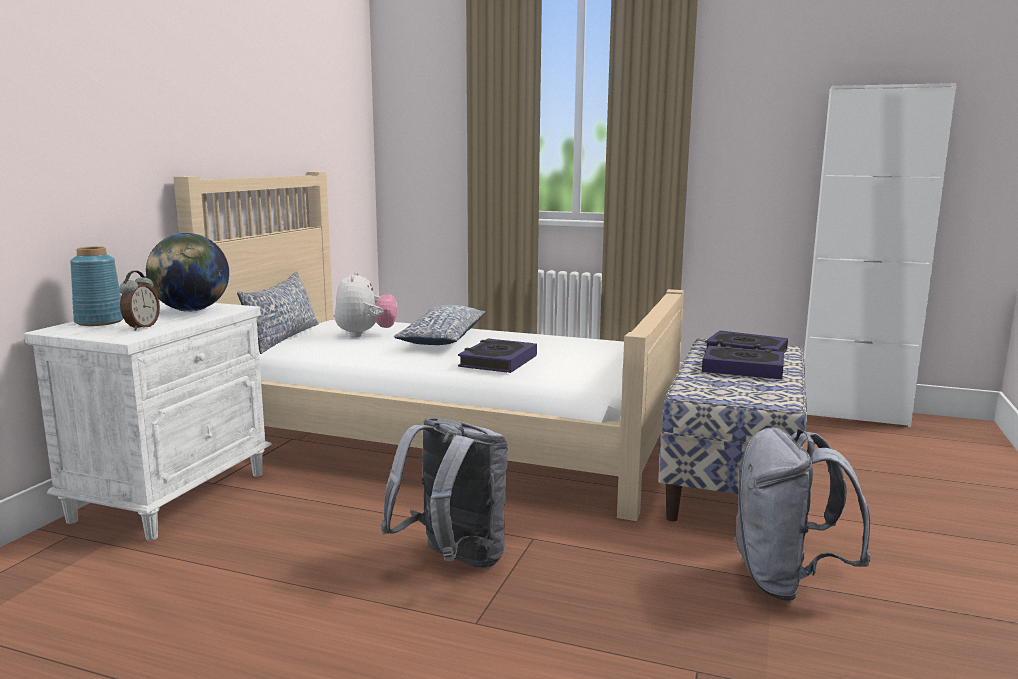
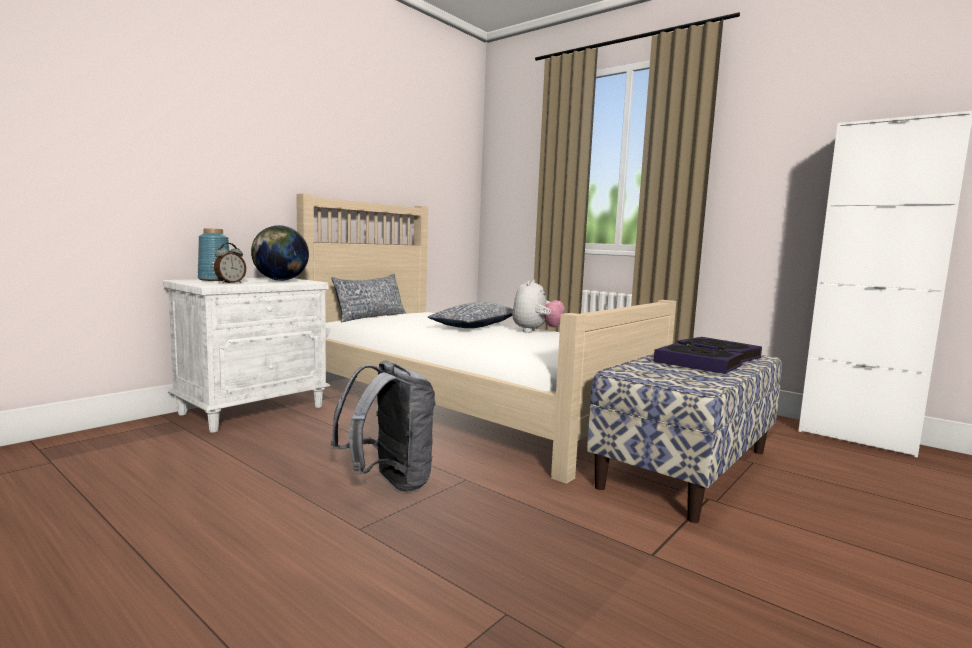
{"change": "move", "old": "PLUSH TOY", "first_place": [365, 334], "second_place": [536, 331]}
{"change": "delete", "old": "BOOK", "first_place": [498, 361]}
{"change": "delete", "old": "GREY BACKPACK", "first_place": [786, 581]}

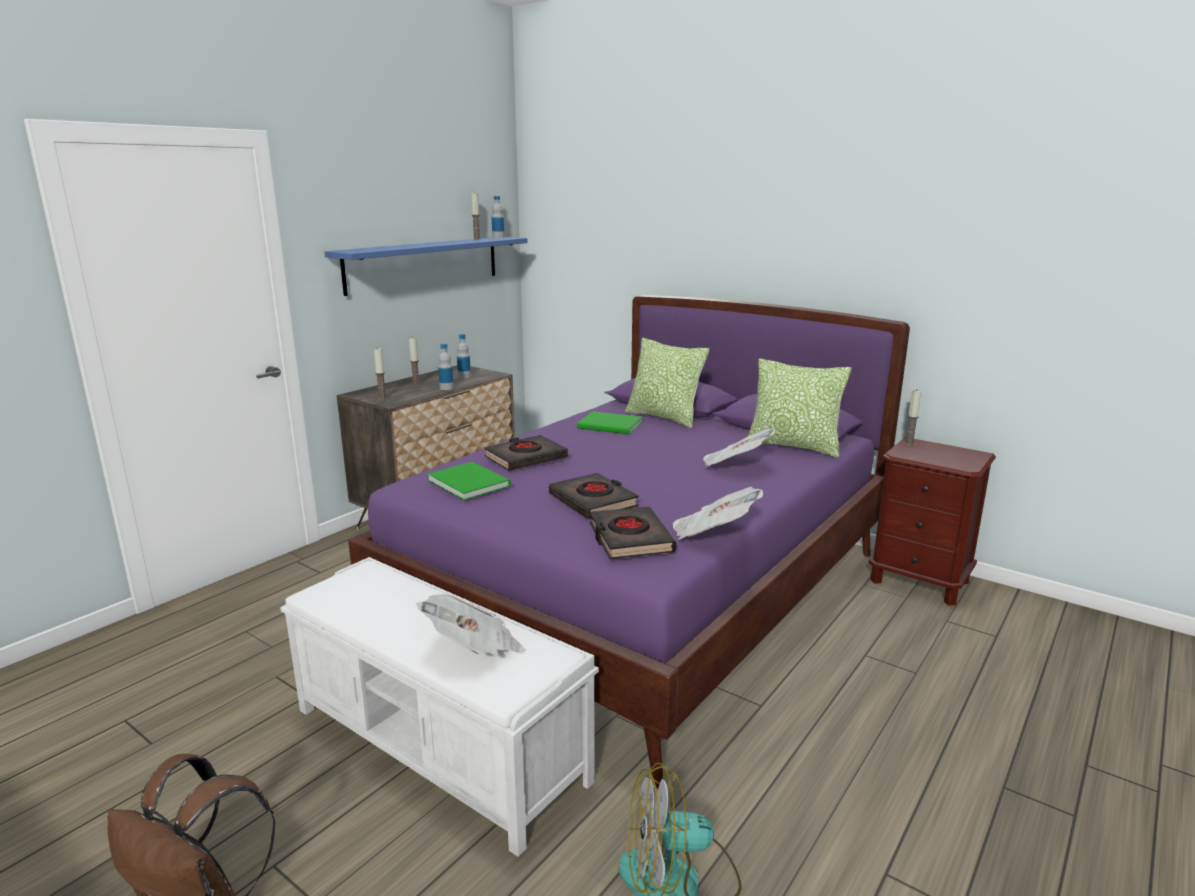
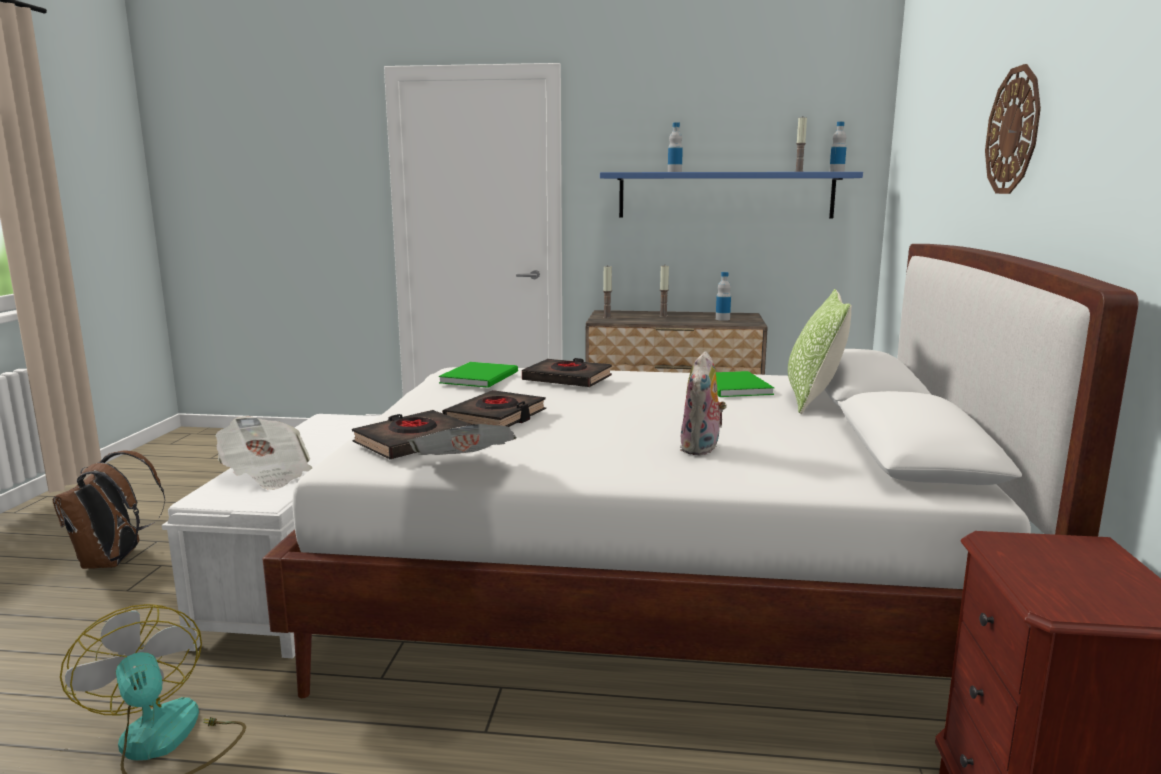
{"change": "recolor", "old": "PURPLE BED", "new": "WHITE BED", "first_place": [646, 592], "second_place": [655, 595]}
{"change": "move", "old": "BOTTLE", "first_place": [446, 388], "second_place": [674, 172]}
{"change": "delete", "old": "PILLOW", "first_place": [793, 446]}
{"change": "delete", "old": "CANDLE", "first_place": [909, 444]}
{"change": "replace", "old": "NEWSPAPER", "new": "PLUSH TOY", "first_place": [735, 465], "second_place": [702, 449]}
{"change": "insert", "new": "WALL CLOCK", "second_place": [1013, 131]}

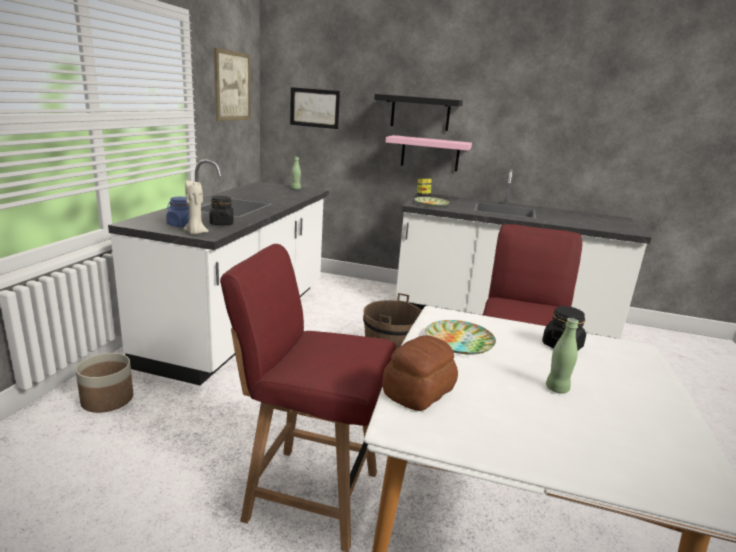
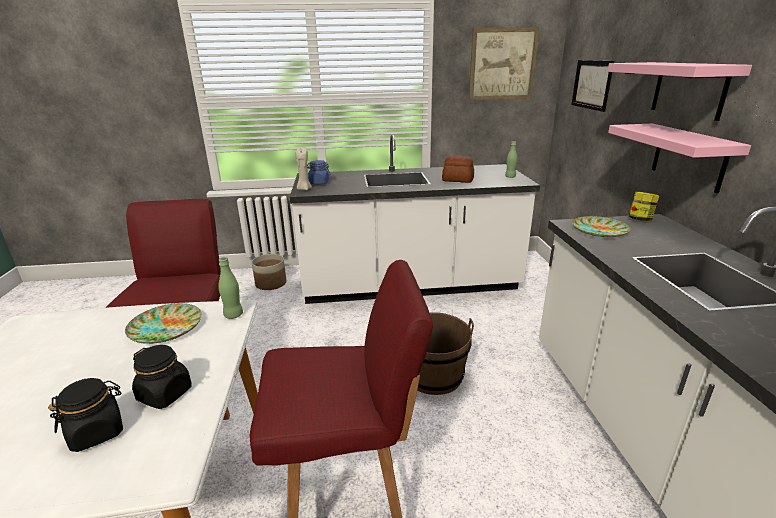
{"change": "recolor", "old": "BLACK SHELF", "new": "PINK SHELF", "first_place": [420, 113], "second_place": [689, 89]}
{"change": "move", "old": "BLACK JAR", "first_place": [221, 223], "second_place": [97, 432]}
{"change": "move", "old": "GREEN BOTTLE", "first_place": [557, 389], "second_place": [233, 315]}
{"change": "move", "old": "BREAD", "first_place": [420, 391], "second_place": [458, 180]}

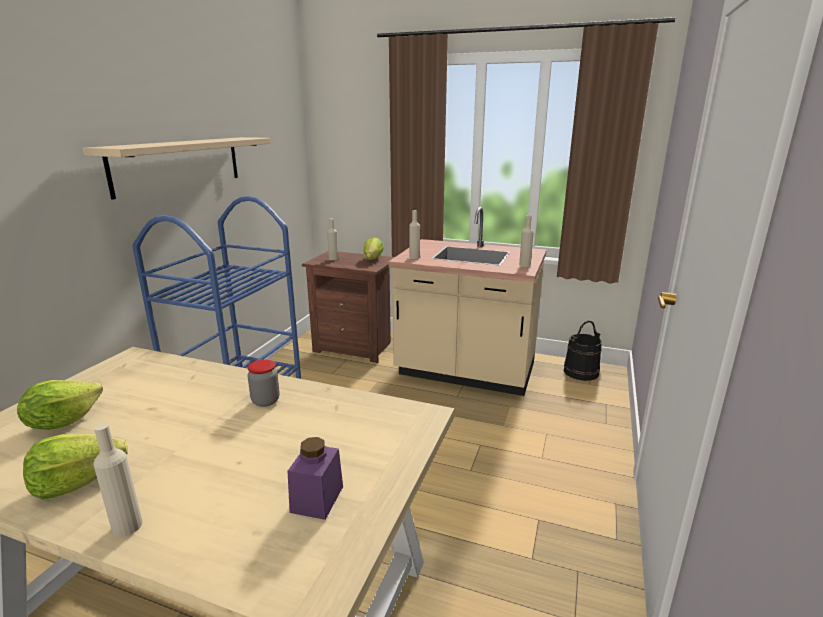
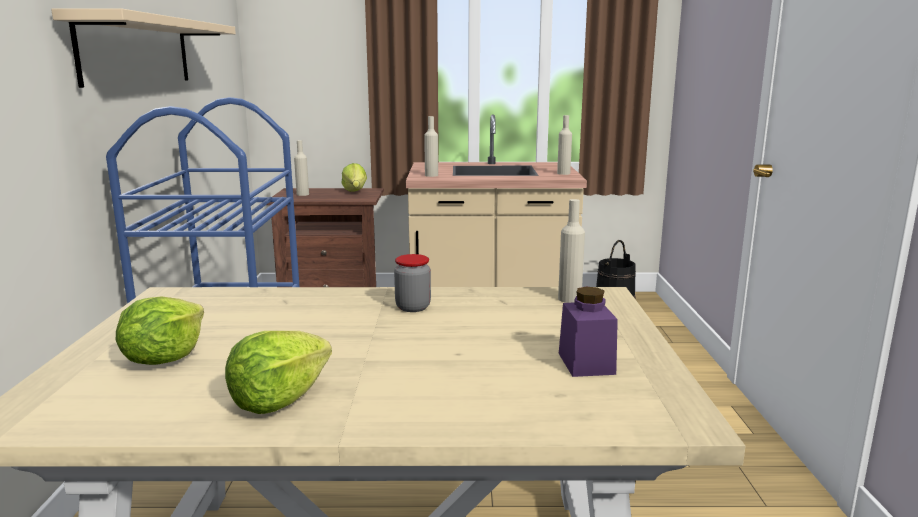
{"change": "move", "old": "BEIGE BOTTLE", "first_place": [127, 526], "second_place": [569, 299]}

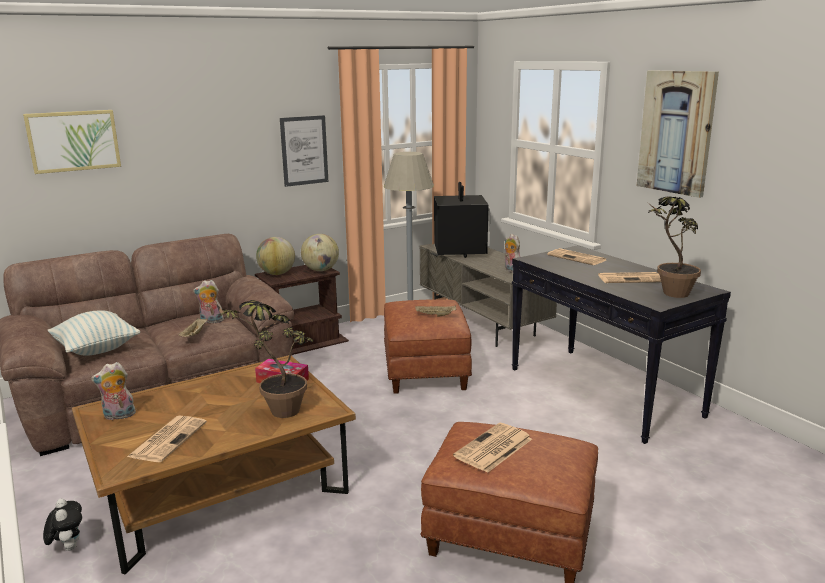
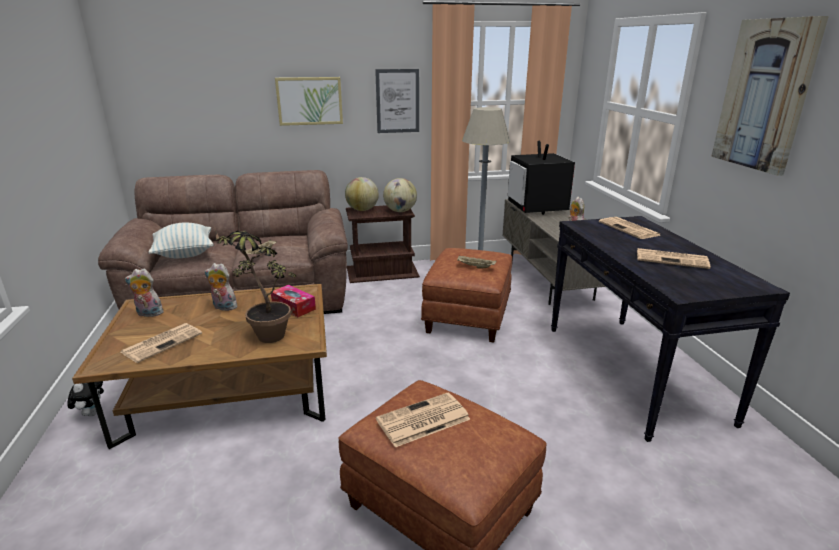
{"change": "move", "old": "PICTURE", "first_place": [73, 141], "second_place": [309, 101]}
{"change": "rotate", "old": "TELEVISION", "first_place": [459, 251], "second_place": [537, 209], "degrees": 150}
{"change": "delete", "old": "POTTED PLANT", "first_place": [669, 295]}
{"change": "move", "old": "PLUSH TOY", "first_place": [211, 321], "second_place": [223, 307]}

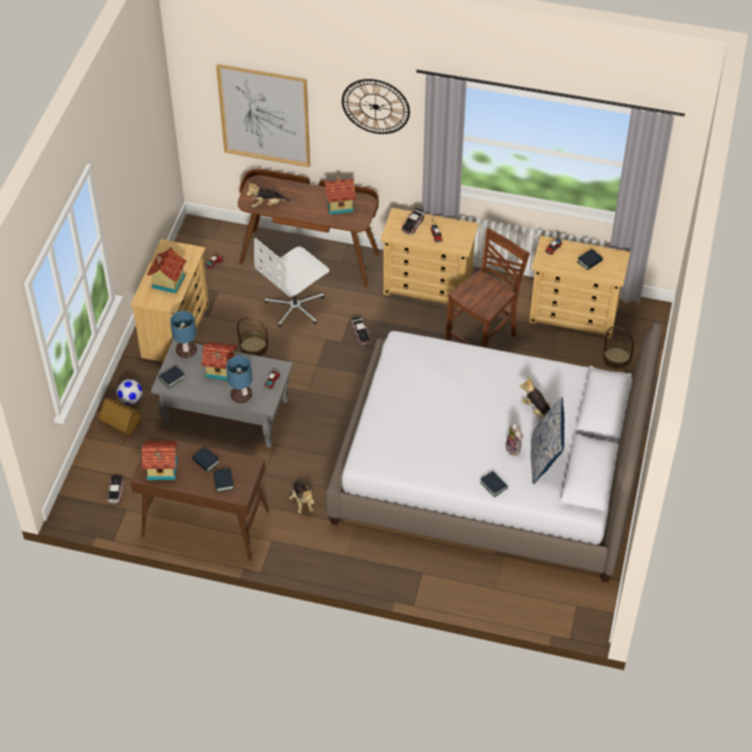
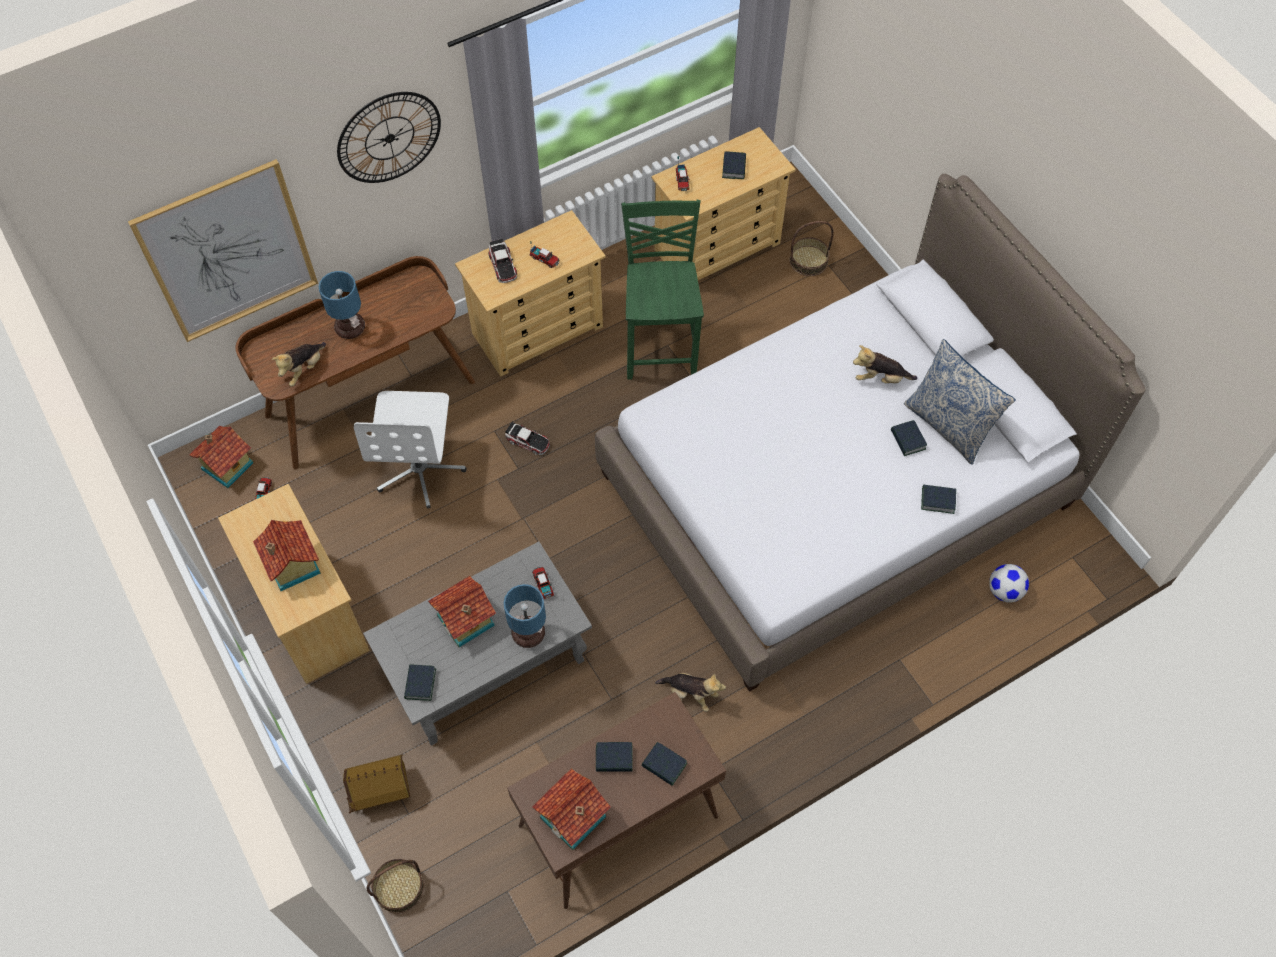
{"change": "move", "old": "TOY HOUSE", "first_place": [339, 204], "second_place": [226, 465]}
{"change": "recolor", "old": "BROWN CHAIR", "new": "GREEN CHAIR", "first_place": [483, 339], "second_place": [661, 344]}
{"change": "move", "old": "TABLE LAMP", "first_place": [186, 350], "second_place": [349, 327]}
{"change": "move", "old": "BASKET", "first_place": [253, 347], "second_place": [399, 887]}
{"change": "move", "old": "FOOTBALL", "first_place": [131, 399], "second_place": [1004, 591]}
{"change": "replace", "old": "PLUSH TOY", "new": "BOOK", "first_place": [514, 449], "second_place": [907, 440]}
{"change": "delete", "old": "TOY CAR", "first_place": [115, 491]}

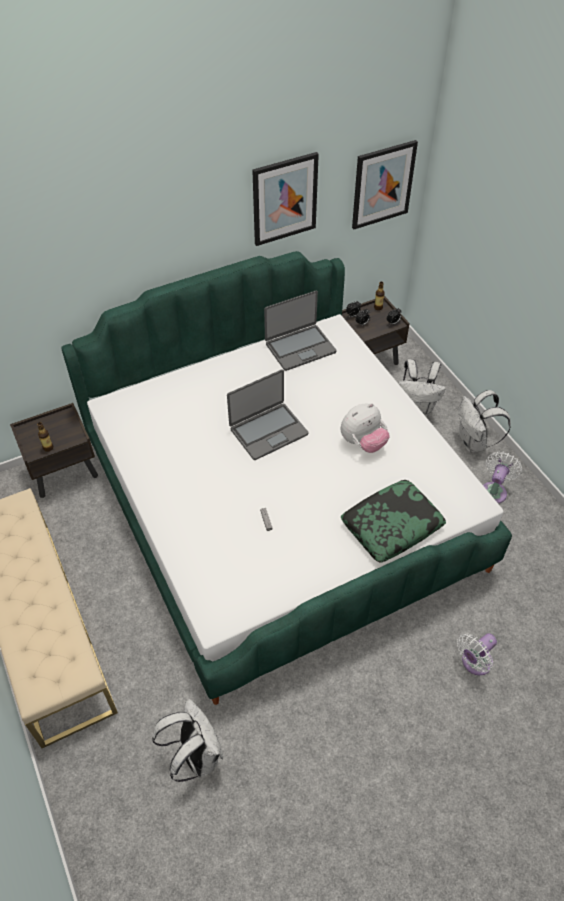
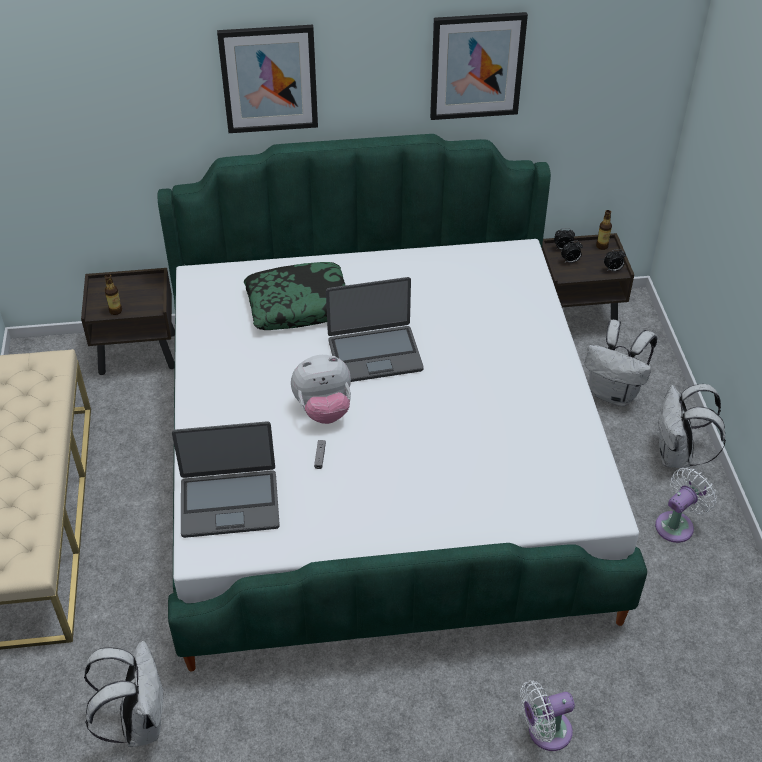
{"change": "move", "old": "PICTURE", "first_place": [382, 184], "second_place": [269, 79]}
{"change": "move", "old": "LAPTOP", "first_place": [300, 347], "second_place": [229, 503]}
{"change": "move", "old": "PLUSH TOY", "first_place": [363, 443], "second_place": [323, 410]}
{"change": "move", "old": "PILLOW", "first_place": [392, 525], "second_place": [299, 305]}

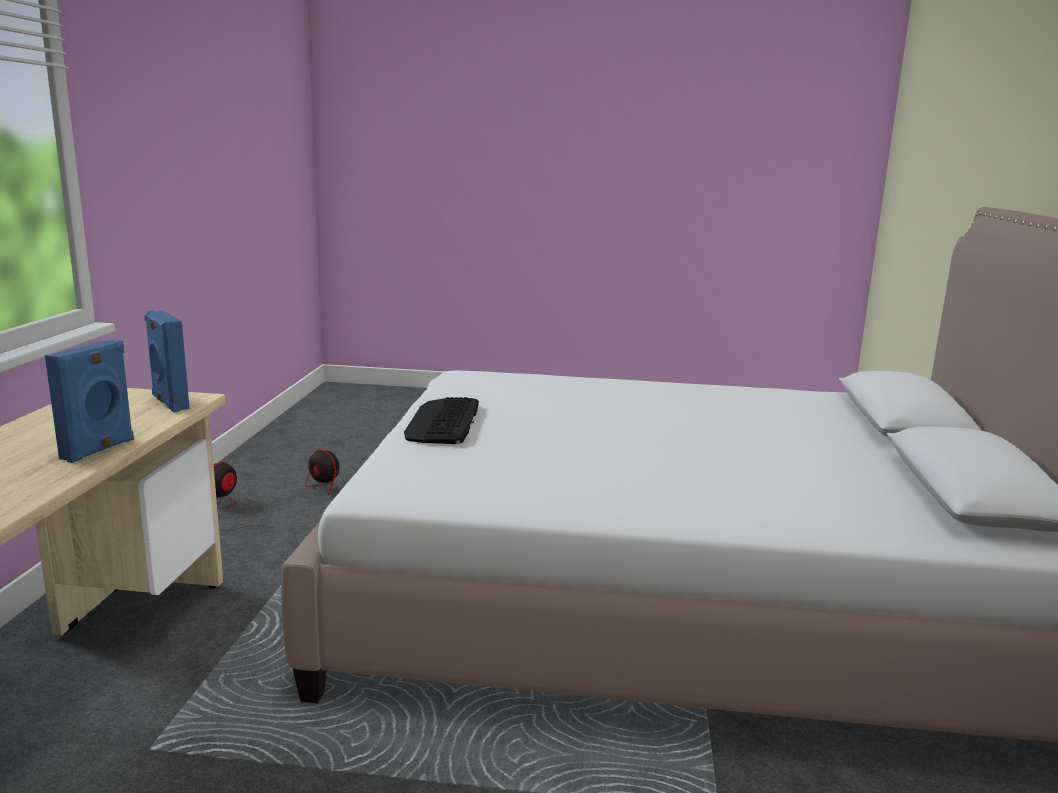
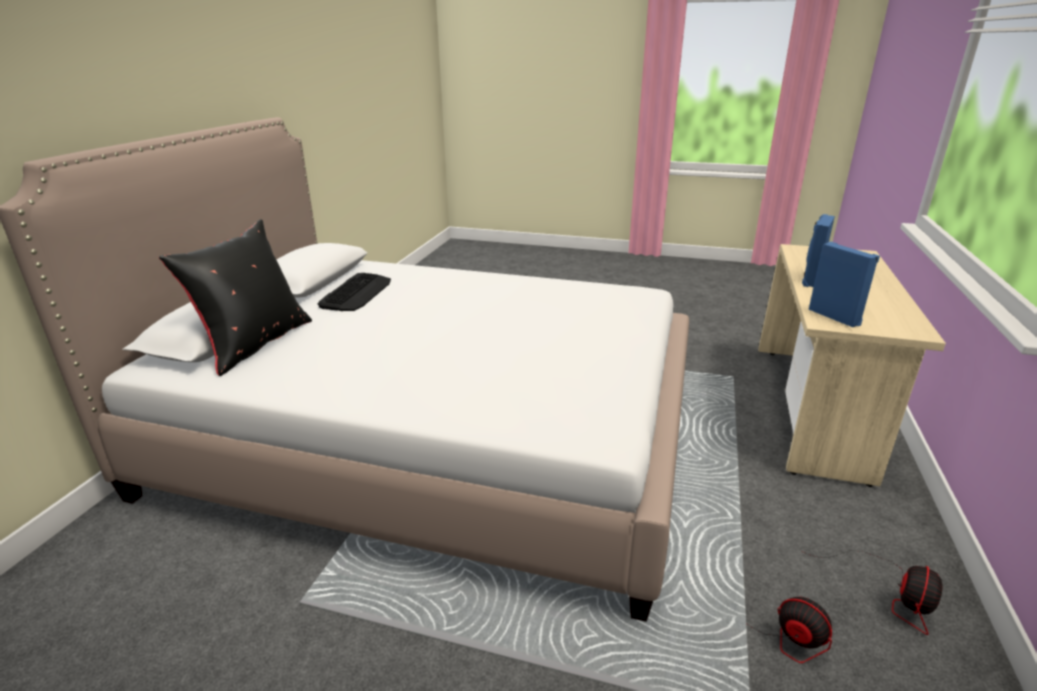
{"change": "move", "old": "KEYBOARD", "first_place": [443, 422], "second_place": [357, 293]}
{"change": "insert", "new": "BLACK PILLOW", "second_place": [255, 343]}

